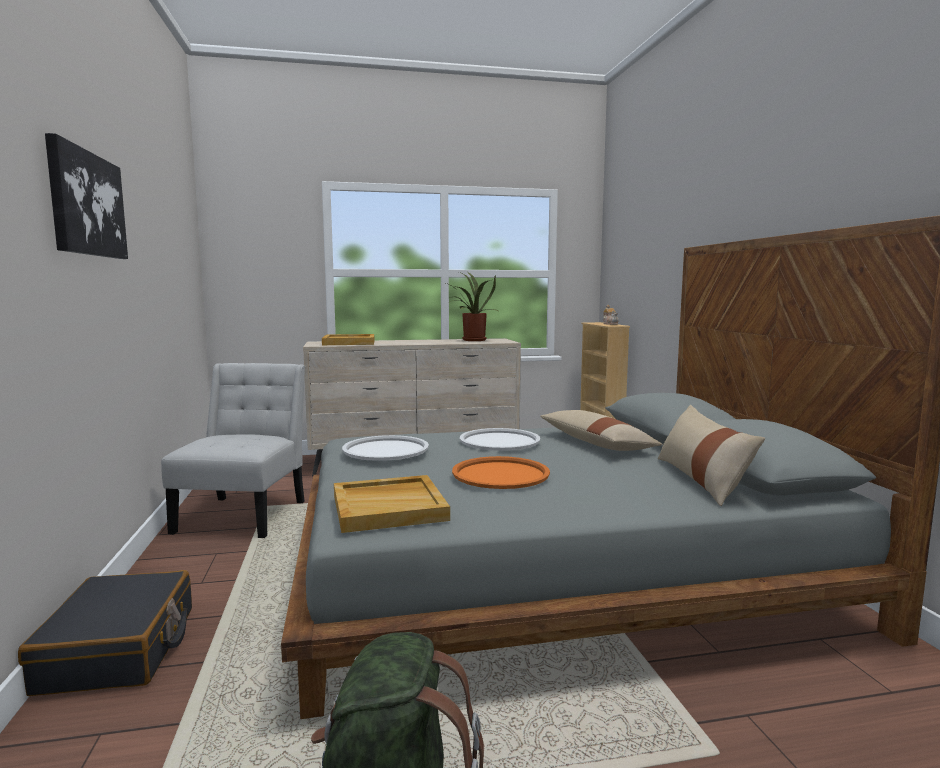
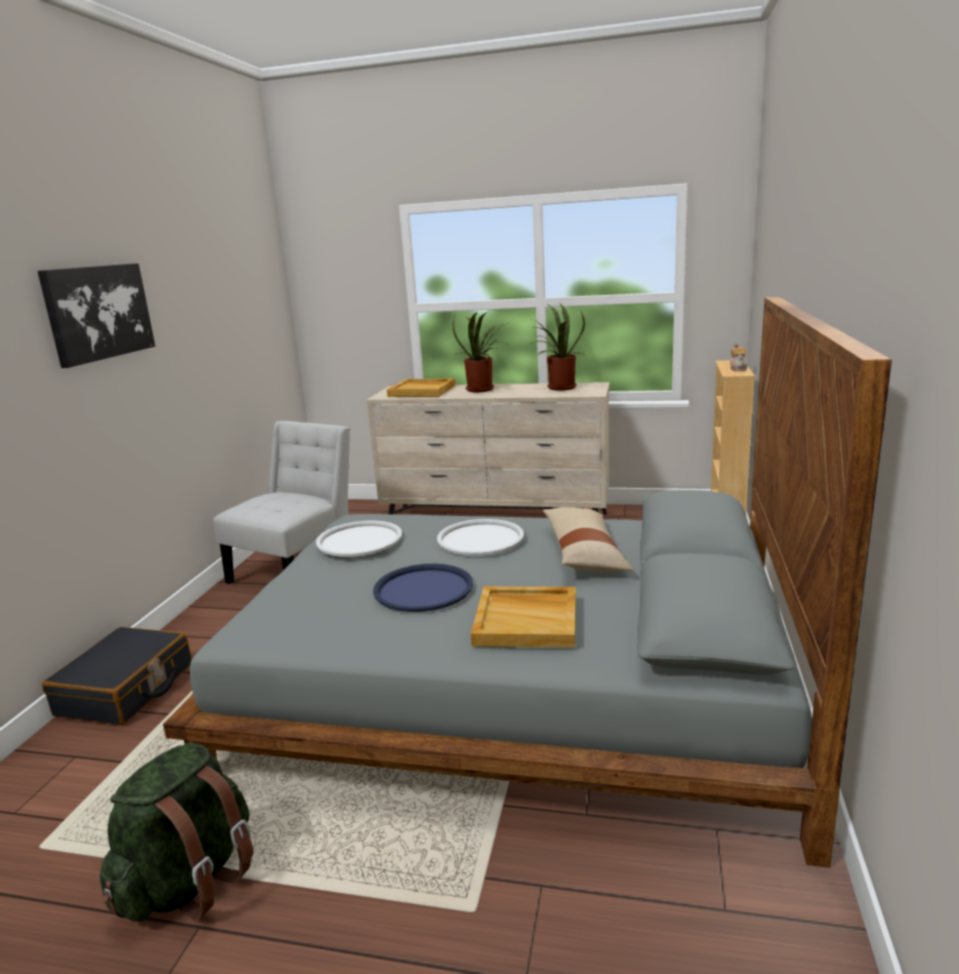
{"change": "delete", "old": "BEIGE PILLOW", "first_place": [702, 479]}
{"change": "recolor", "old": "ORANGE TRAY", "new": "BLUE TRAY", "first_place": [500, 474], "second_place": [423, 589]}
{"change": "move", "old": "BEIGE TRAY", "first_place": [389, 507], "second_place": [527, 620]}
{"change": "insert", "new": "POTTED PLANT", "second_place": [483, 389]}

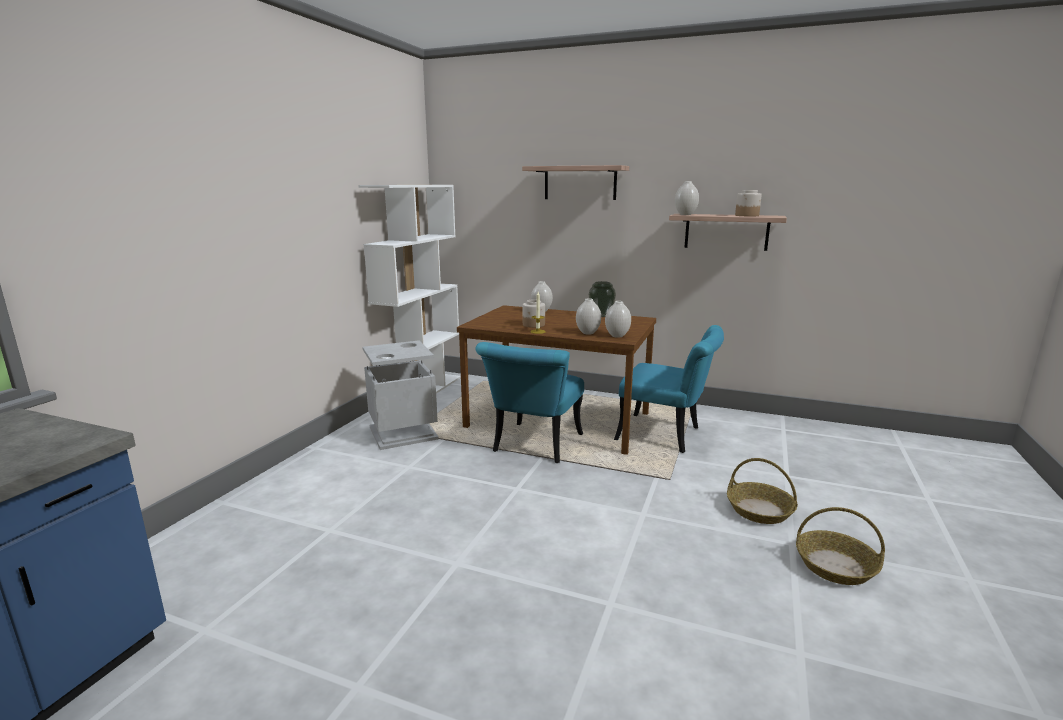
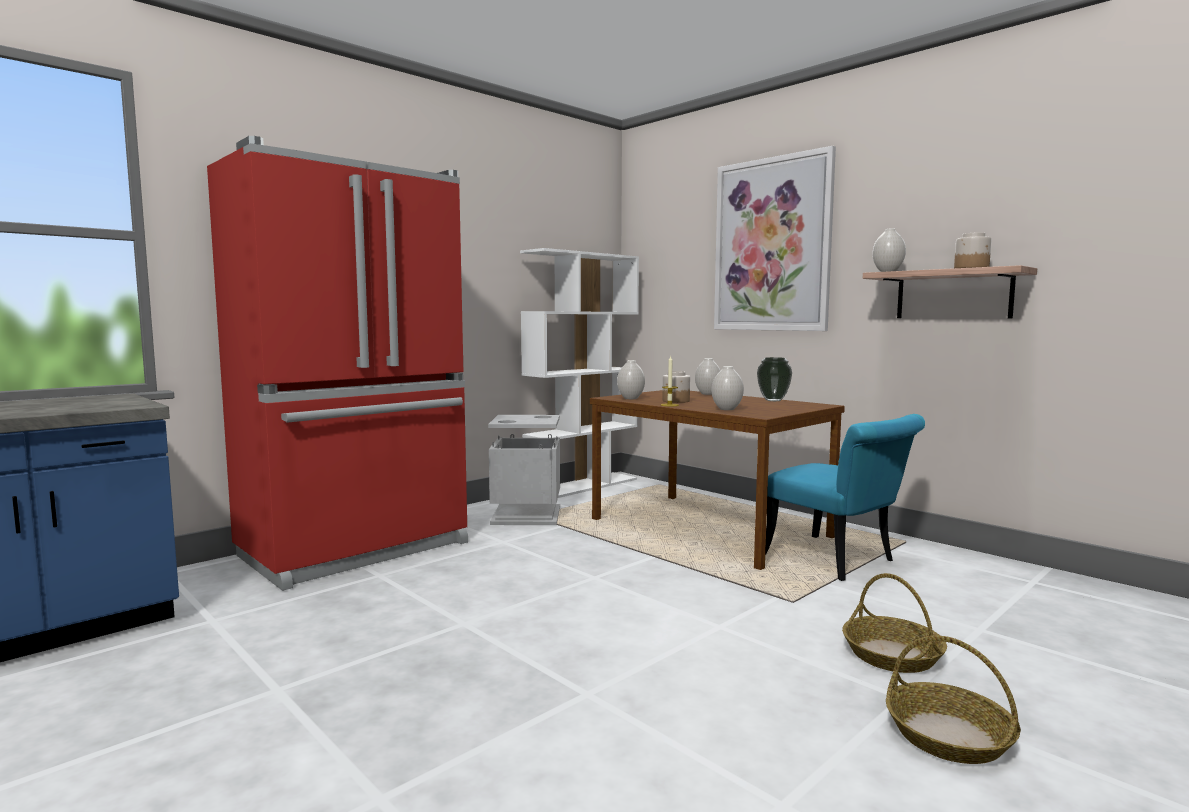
{"change": "replace", "old": "SHELF", "new": "PICTURE", "first_place": [580, 183], "second_place": [772, 245]}
{"change": "move", "old": "WHITE VASE", "first_place": [617, 336], "second_place": [631, 398]}
{"change": "delete", "old": "TURQUOISE CHAIR", "first_place": [534, 447]}
{"change": "insert", "new": "RED FRIDGE", "second_place": [358, 550]}

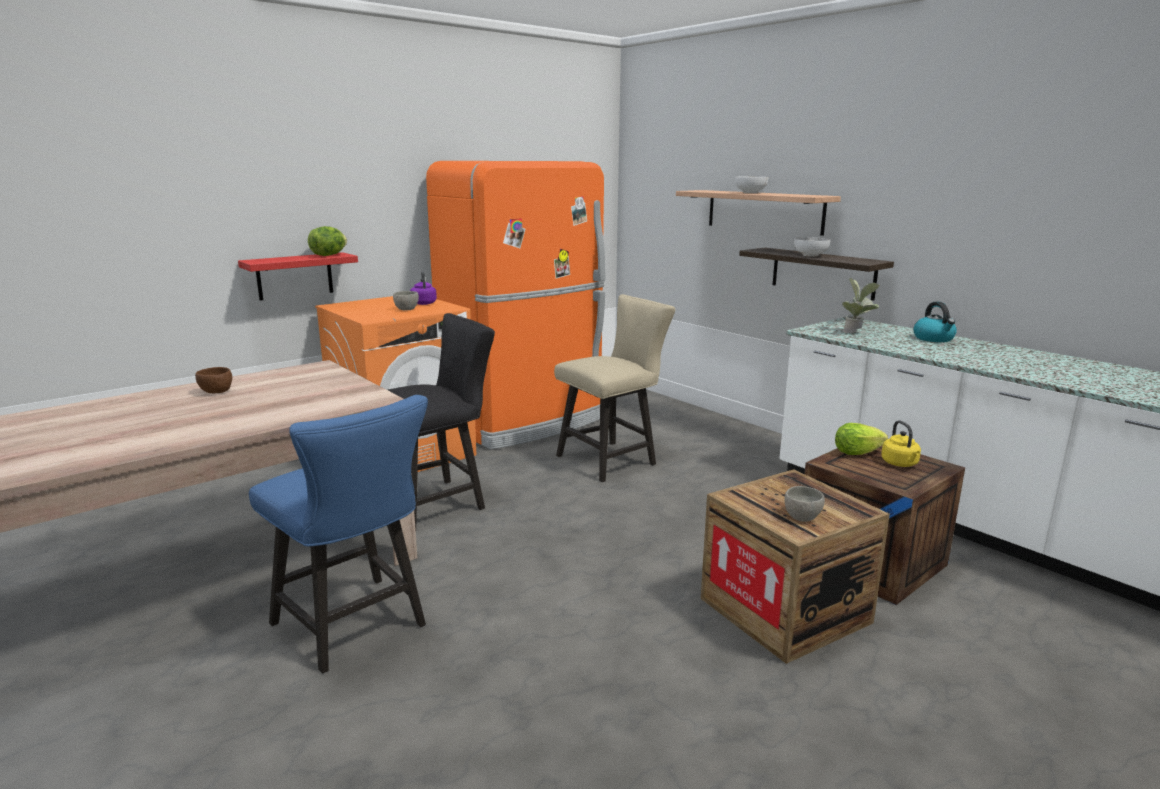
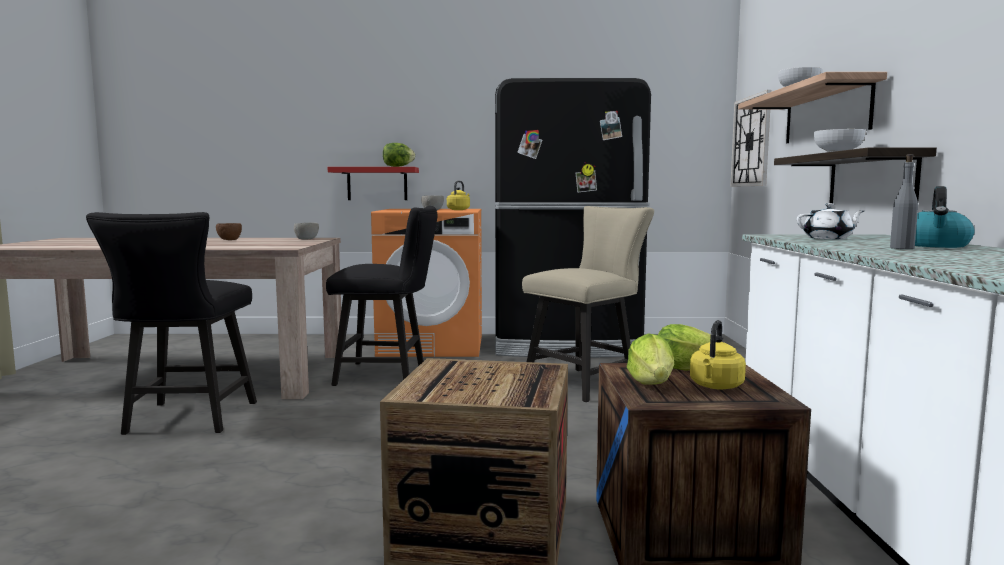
{"change": "recolor", "old": "ORANGE FRIDGE", "new": "BLACK FRIDGE", "first_place": [525, 422], "second_place": [566, 346]}
{"change": "recolor", "old": "PURPLE KETTLE", "new": "YELLOW KETTLE", "first_place": [423, 303], "second_place": [459, 209]}
{"change": "replace", "old": "POTTED PLANT", "new": "WHITE TEAPOT", "first_place": [856, 333], "second_place": [828, 238]}
{"change": "rotate", "old": "BEIGE CHAIR", "first_place": [612, 459], "second_place": [586, 382], "degrees": -45}
{"change": "recolor", "old": "BLUE CHAIR", "new": "BLACK CHAIR", "first_place": [355, 628], "second_place": [186, 421]}
{"change": "move", "old": "GREY BOWL", "first_place": [801, 517], "second_place": [306, 239]}
{"change": "insert", "new": "WALL CLOCK", "second_place": [751, 141]}
{"change": "insert", "new": "GREY BOTTLE", "second_place": [902, 248]}
{"change": "insert", "new": "LETTUCE", "second_place": [652, 384]}

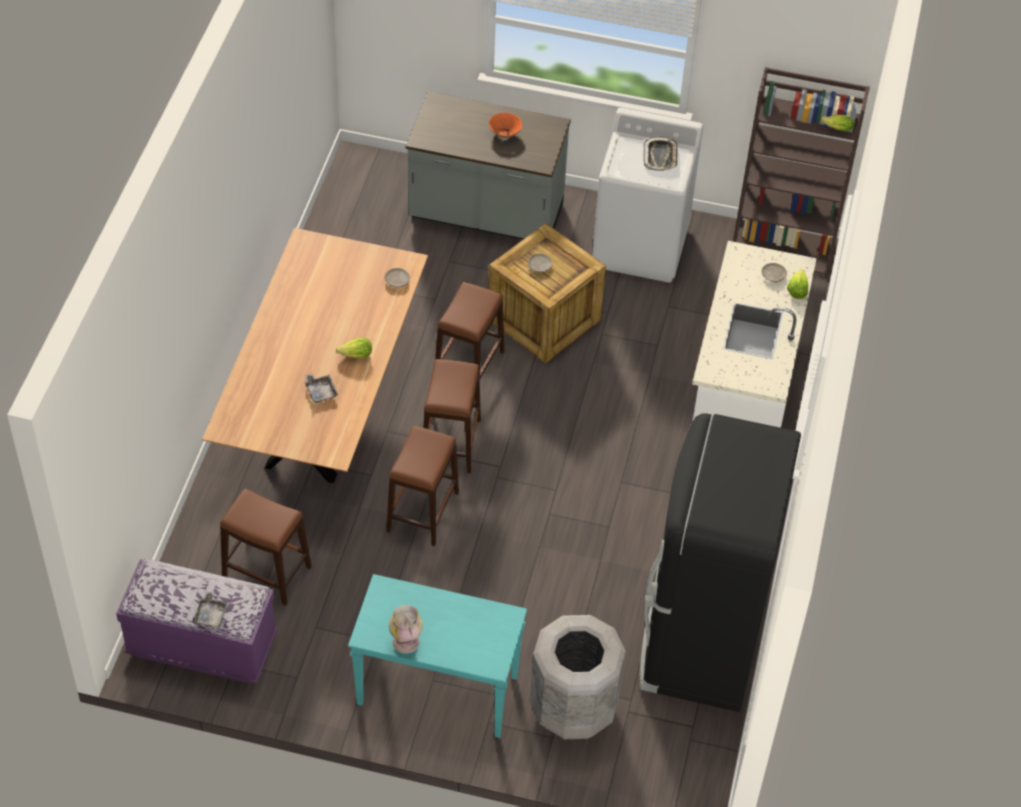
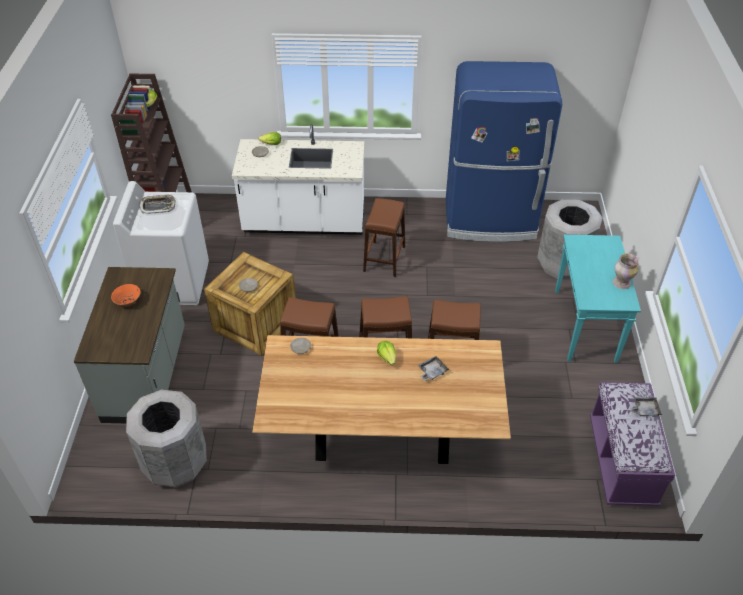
{"change": "recolor", "old": "BLACK FRIDGE", "new": "BLUE FRIDGE", "first_place": [700, 640], "second_place": [490, 220]}
{"change": "move", "old": "BROWN STOOL", "first_place": [267, 573], "second_place": [384, 259]}
{"change": "insert", "new": "GREY TRASH CAN", "second_place": [175, 463]}

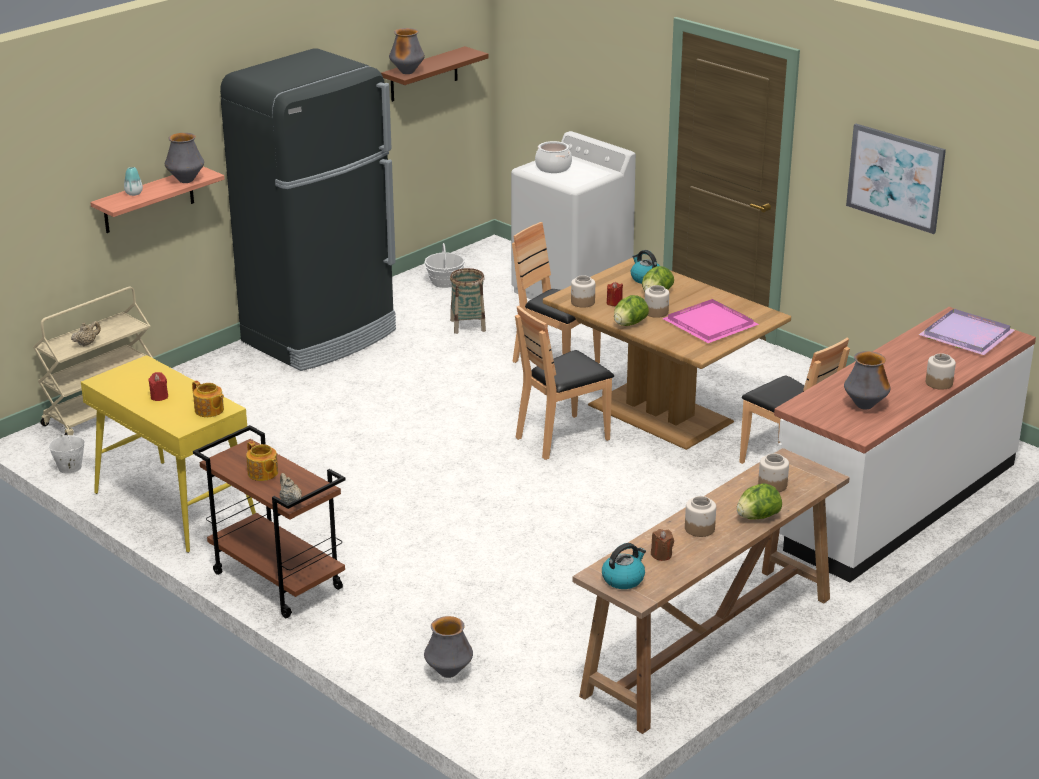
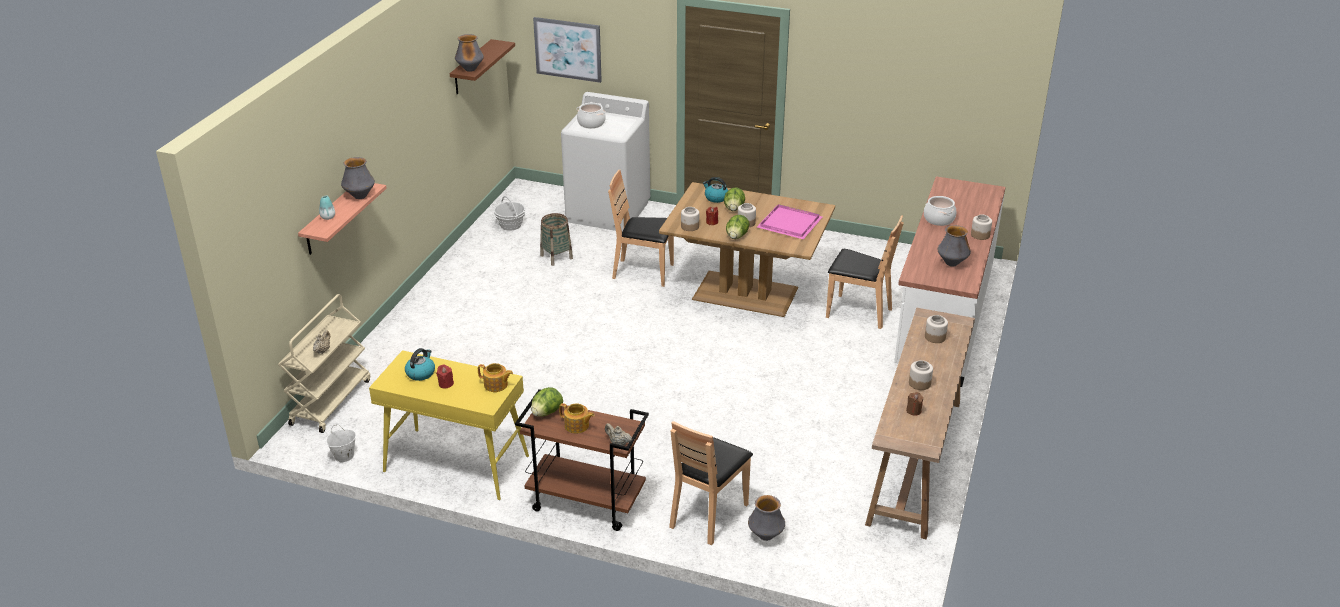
{"change": "delete", "old": "BLACK FRIDGE", "first_place": [321, 337]}
{"change": "move", "old": "PICTURE", "first_place": [895, 177], "second_place": [568, 49]}
{"change": "move", "old": "BROWN CHAIR", "first_place": [562, 437], "second_place": [708, 514]}
{"change": "delete", "old": "PURPLE TRAY", "first_place": [968, 335]}
{"change": "move", "old": "LETTUCE", "first_place": [757, 517], "second_place": [546, 412]}
{"change": "move", "old": "KETTLE", "first_place": [623, 579], "second_place": [420, 373]}
{"change": "insert", "new": "COOKING POT", "second_place": [939, 219]}

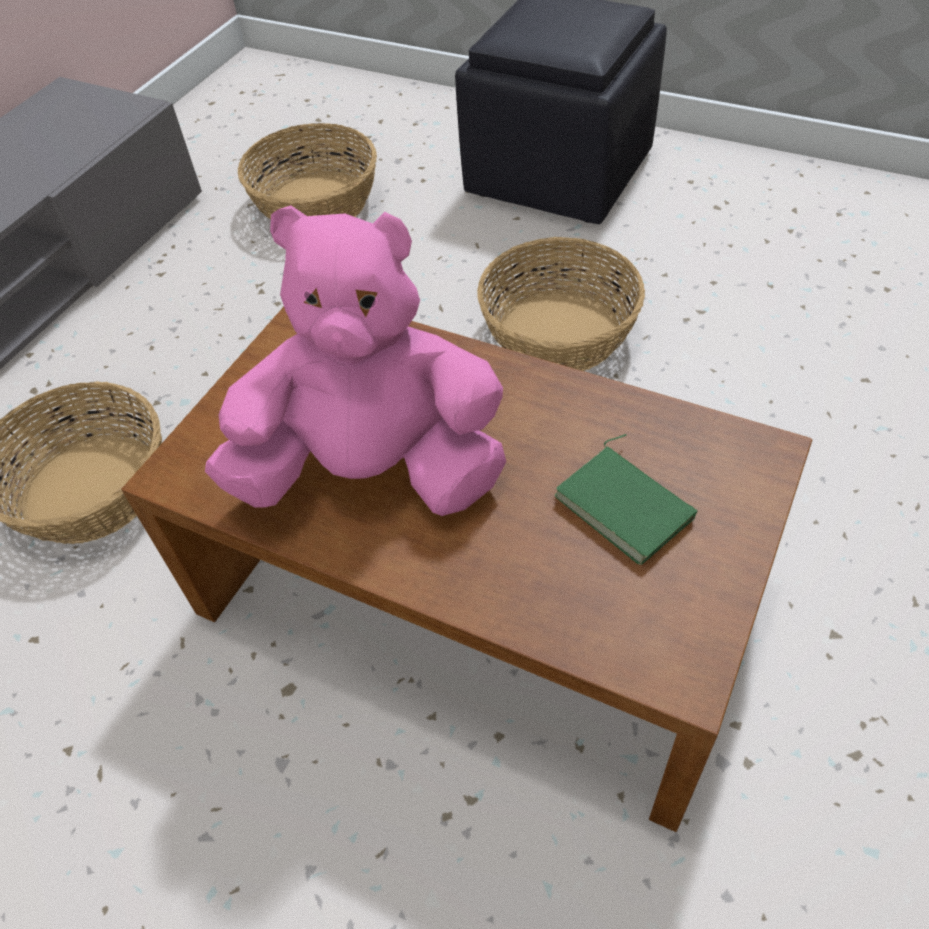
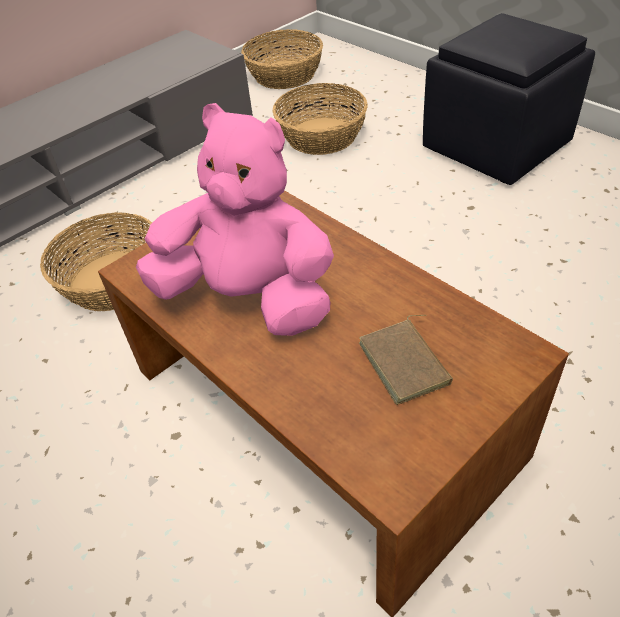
{"change": "move", "old": "BASKET", "first_place": [559, 332], "second_place": [285, 75]}
{"change": "recolor", "old": "GREEN BOOK", "new": "BROWN BOOK", "first_place": [627, 506], "second_place": [407, 363]}

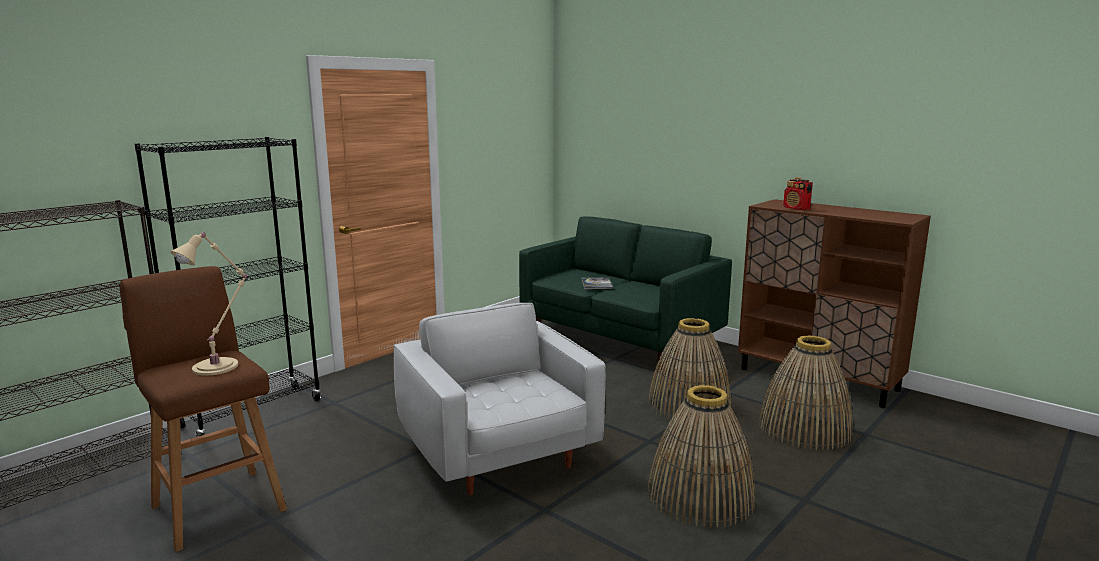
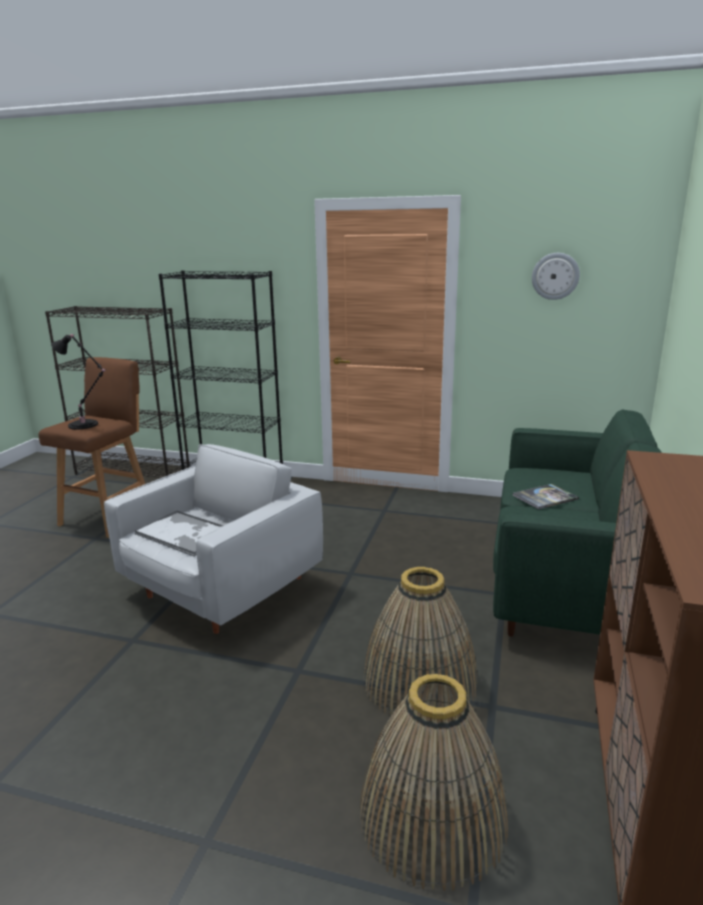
{"change": "delete", "old": "RADIO", "first_place": [796, 208]}
{"change": "recolor", "old": "BEIGE TABLE LAMP", "new": "BLACK TABLE LAMP", "first_place": [219, 366], "second_place": [85, 425]}
{"change": "delete", "old": "BASKET", "first_place": [700, 496]}
{"change": "insert", "new": "WALL CLOCK", "second_place": [555, 276]}
{"change": "insert", "new": "TRAY", "second_place": [186, 534]}

